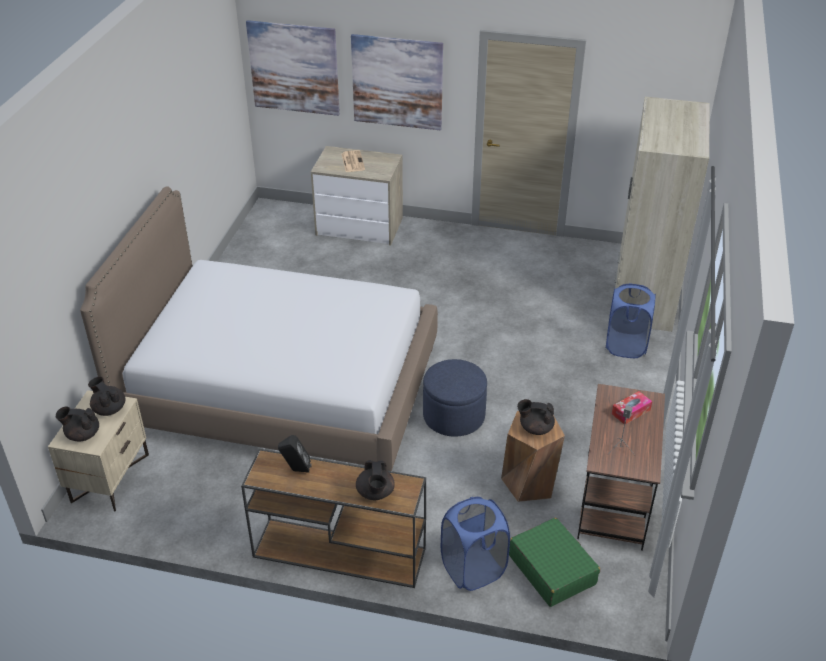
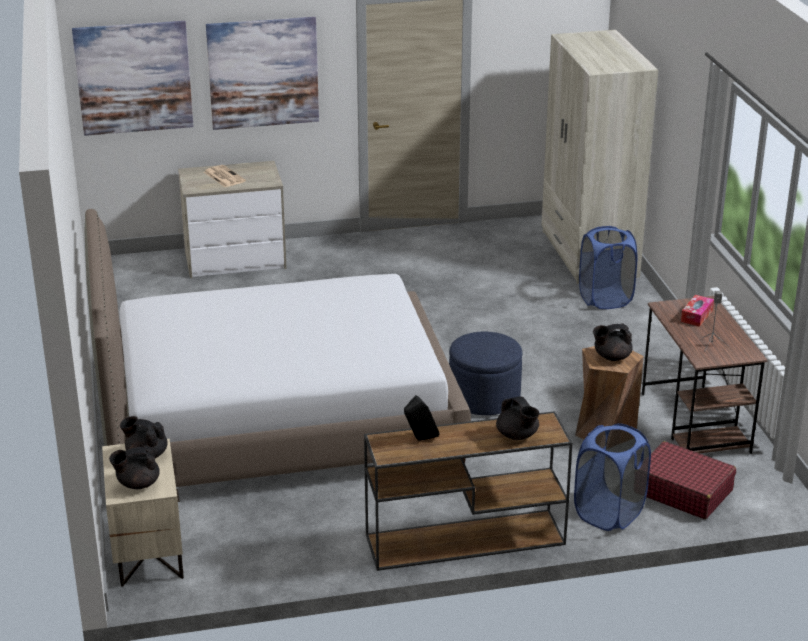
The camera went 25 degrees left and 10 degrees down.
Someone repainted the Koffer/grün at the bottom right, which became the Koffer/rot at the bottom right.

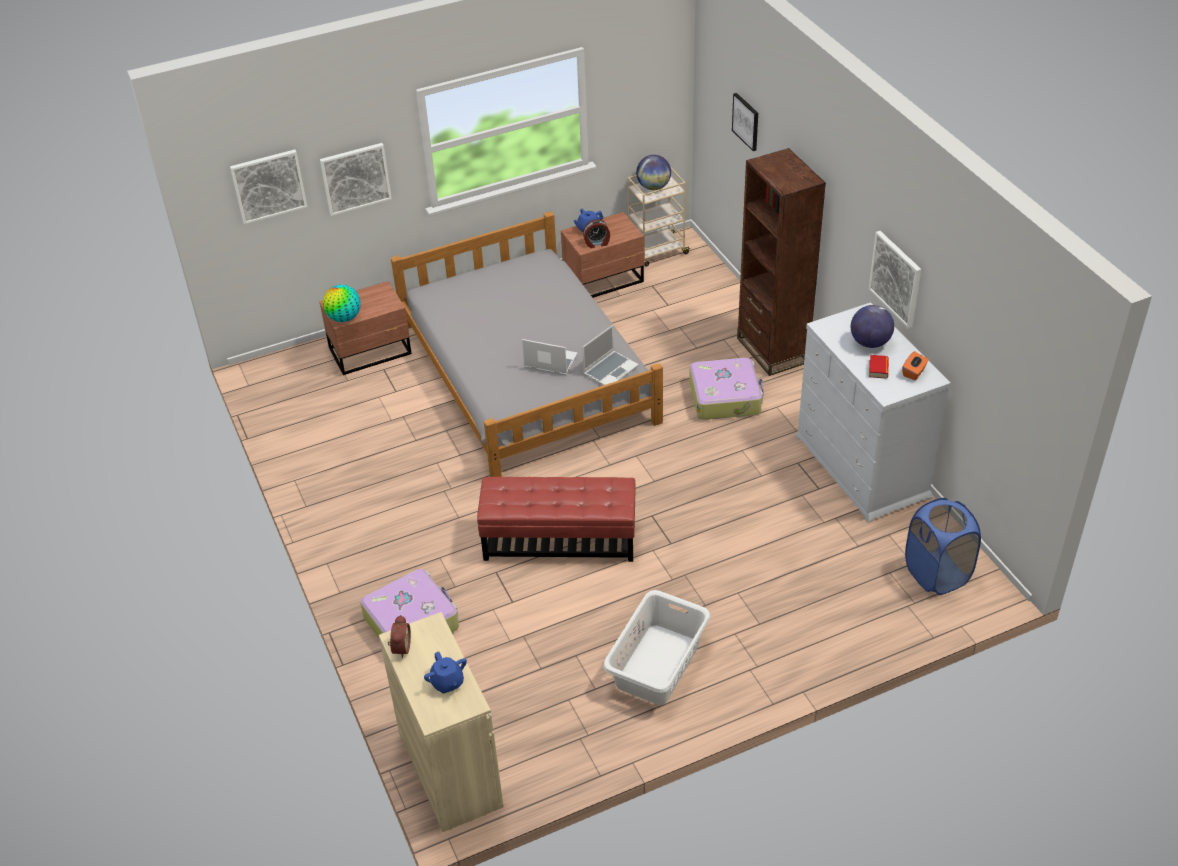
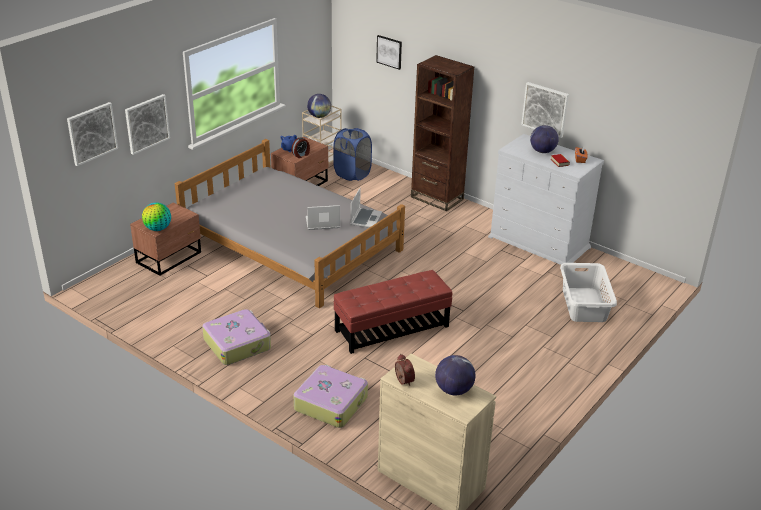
The camera went 30 degrees left and 10 degrees down.
Someone carried the Wäschekorb/weiß from the bottom centre to the middle right.
Someone carried the Koffer (2nd from left in the first image) from the centre to the middle left.
Someone carried the Wäschekorb/blau from the middle right to the top centre.
Someone swapped the Teekanne/blau (1st from left) at the bottom centre for the Globus (3rd from left) at the bottom centre.

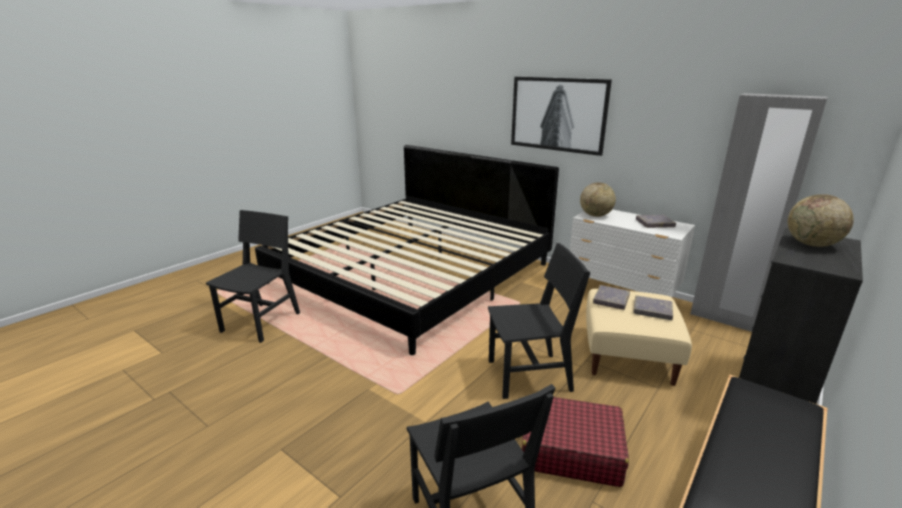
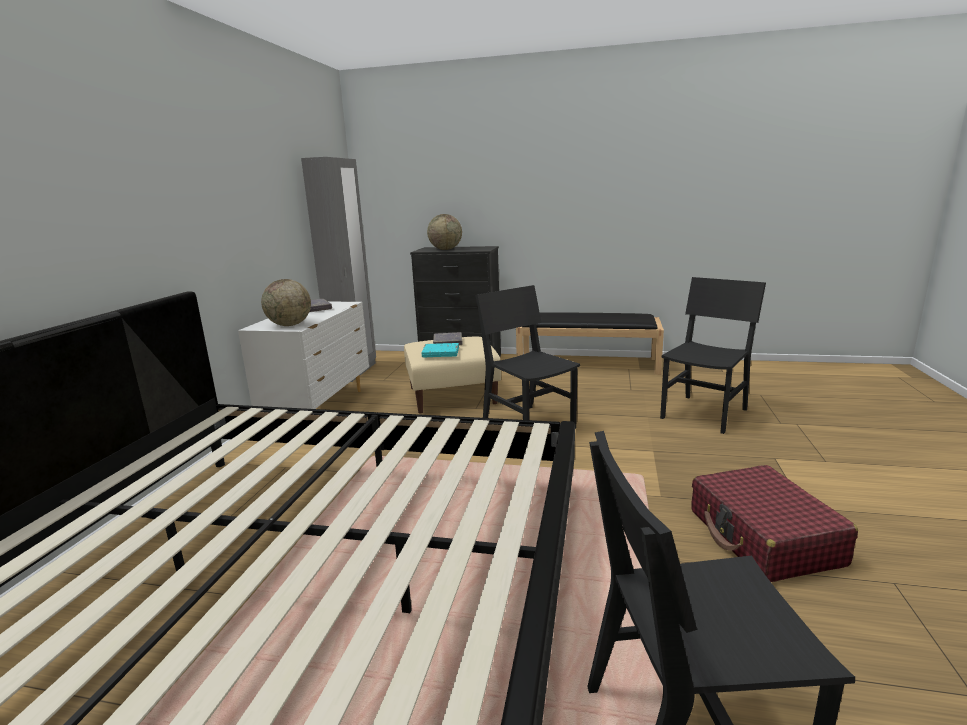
The camera went 115 degrees left and 5 degrees down.
Someone took away the Bild at the top centre.
Someone carried the Koffer/rot from the bottom centre to the bottom right.
Someone repainted the Buch/grau (1st from left) at the middle right, which became the Buch/türkis at the centre.

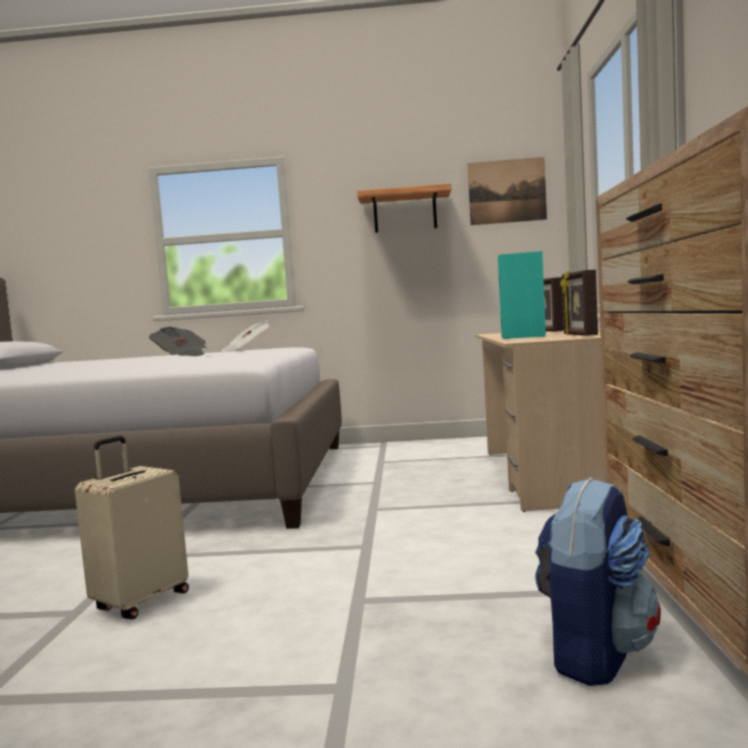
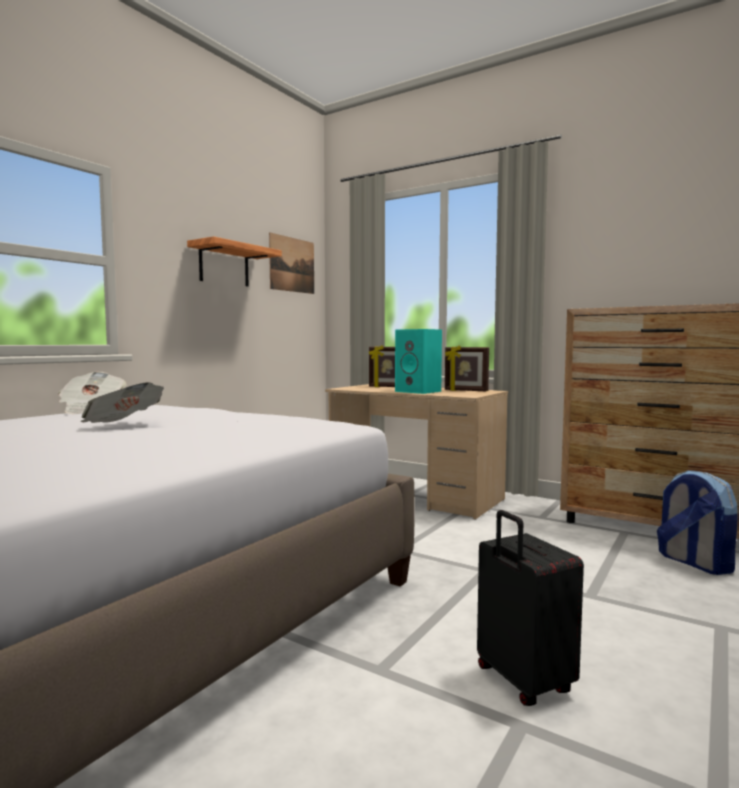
The camera went 60 degrees left and 0 degrees up.
Someone repainted the Koffer/beige at the bottom left, which became the Koffer/schwarz at the bottom right.

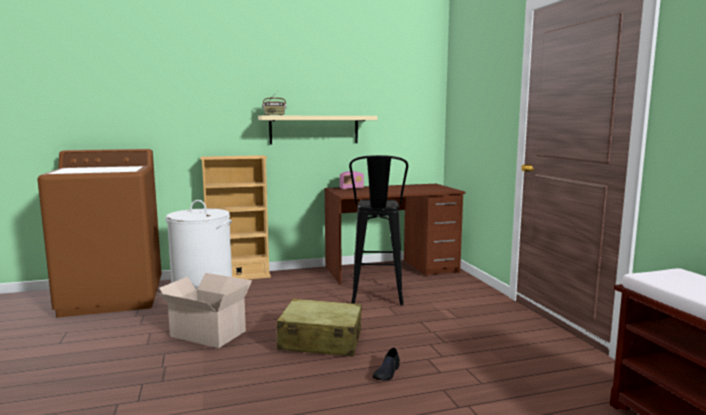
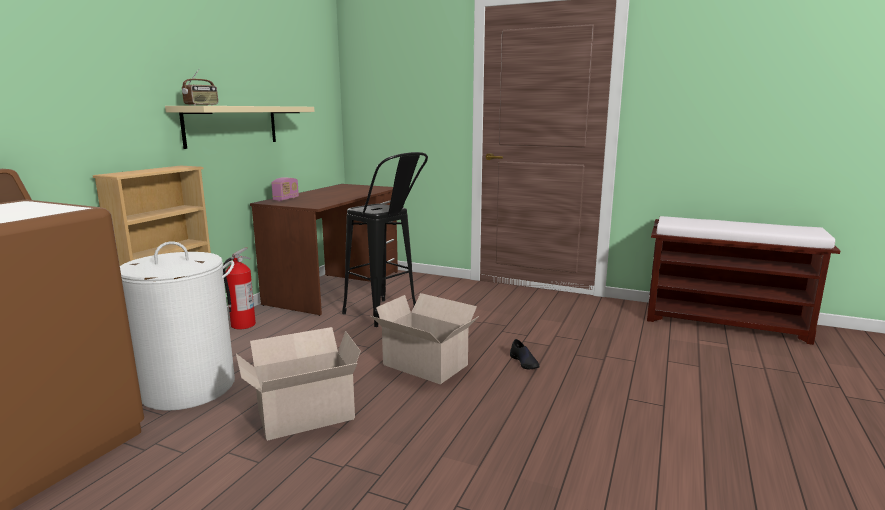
The camera went 50 degrees left and 5 degrees up.
Someone put down the Feuerlöscher at the middle left.
Someone swapped the Koffer/beige at the bottom centre for the Karton (2nd from left) at the centre.

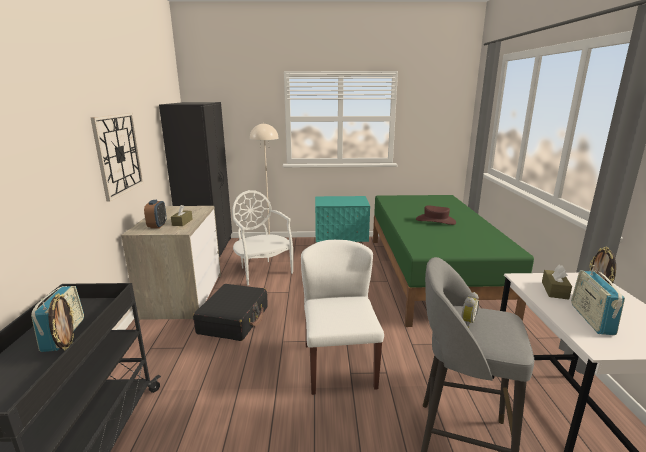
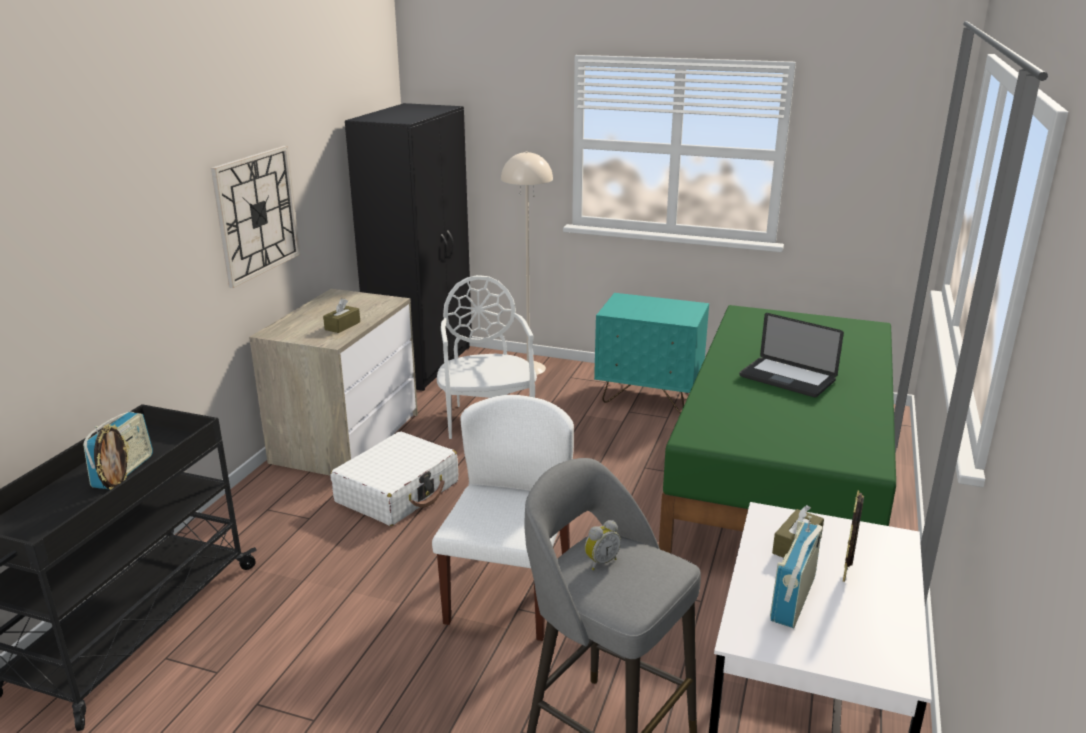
The camera went 20 degrees right and 5 degrees up.
Someone took away the Wecker (1st from left) at the middle left.
Someone swapped the Hut/braun at the middle right for the Laptop at the middle right.
Someone repainted the Koffer/schwarz at the bottom centre, which became the Koffer/weiß at the centre.

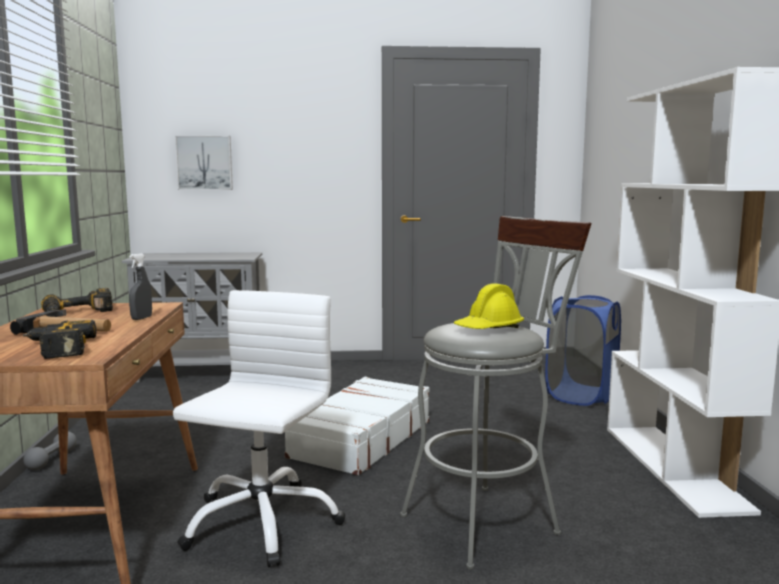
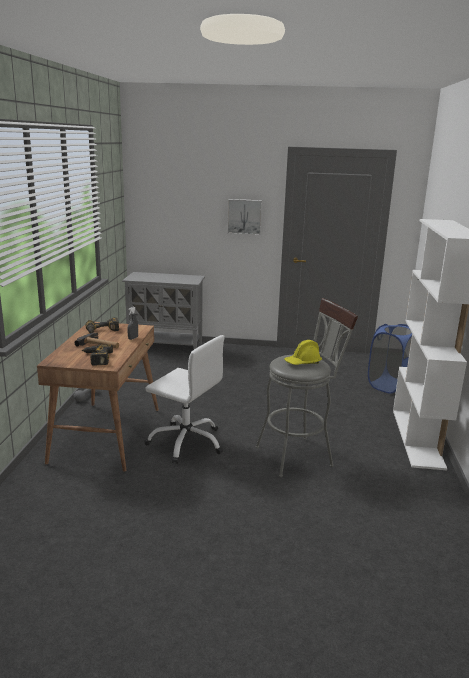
The camera went 10 degrees right and 10 degrees up.
Someone took away the Koffer/weiß at the bottom centre.
Someone carried the Bild from the top left to the top centre.
Someone rotated the Bürostuhl/weiß at the bottom left by 90 degrees clockwise.

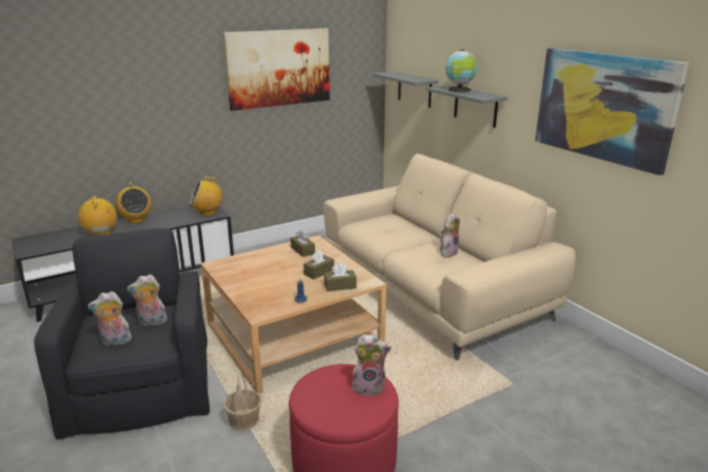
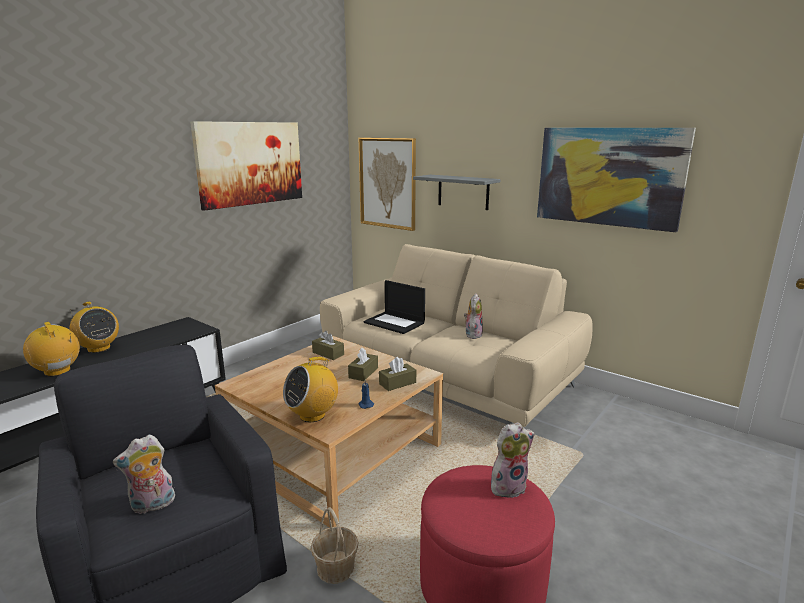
The camera went 20 degrees left and 5 degrees down.
Someone took away the Plüschtier (2nd from left) at the middle left.
Someone took away the Globus at the top centre.
Someone put down the Laptop at the centre.
Someone carried the Radio (3rd from left) from the middle left to the centre.
Someone swapped the Wandregal/grau (1st from left) at the top centre for the Bild (2nd from left) at the top centre.

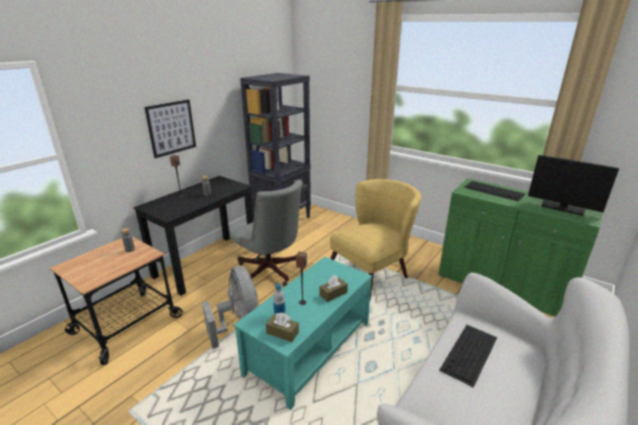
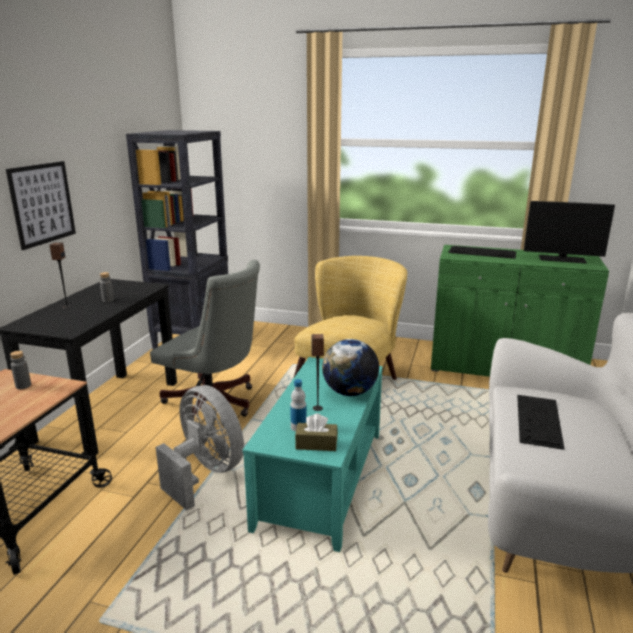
The camera went 20 degrees left and 5 degrees down.
Someone swapped the Taschentuchbox/braun (2nd from left) at the bottom centre for the Globus at the centre.

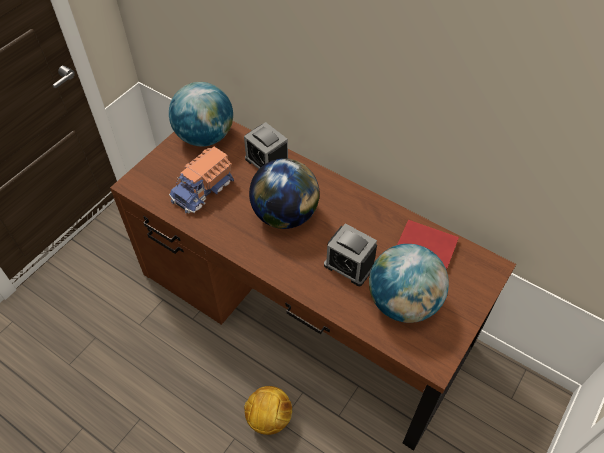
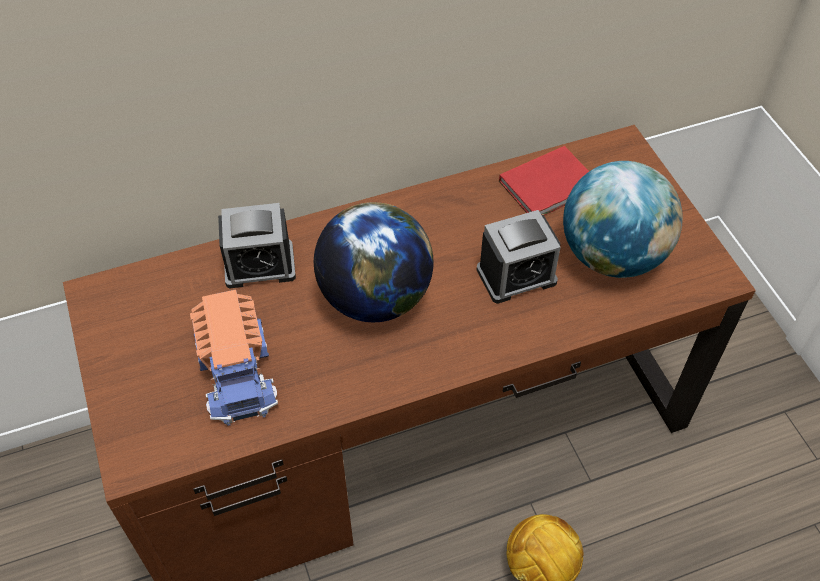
The camera went 55 degrees left and 0 degrees up.
Someone took away the Globus (1st from left) at the top left.

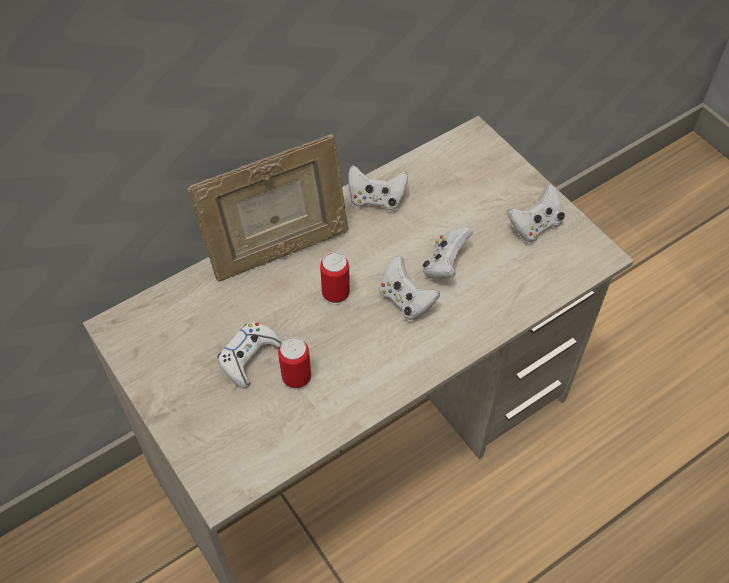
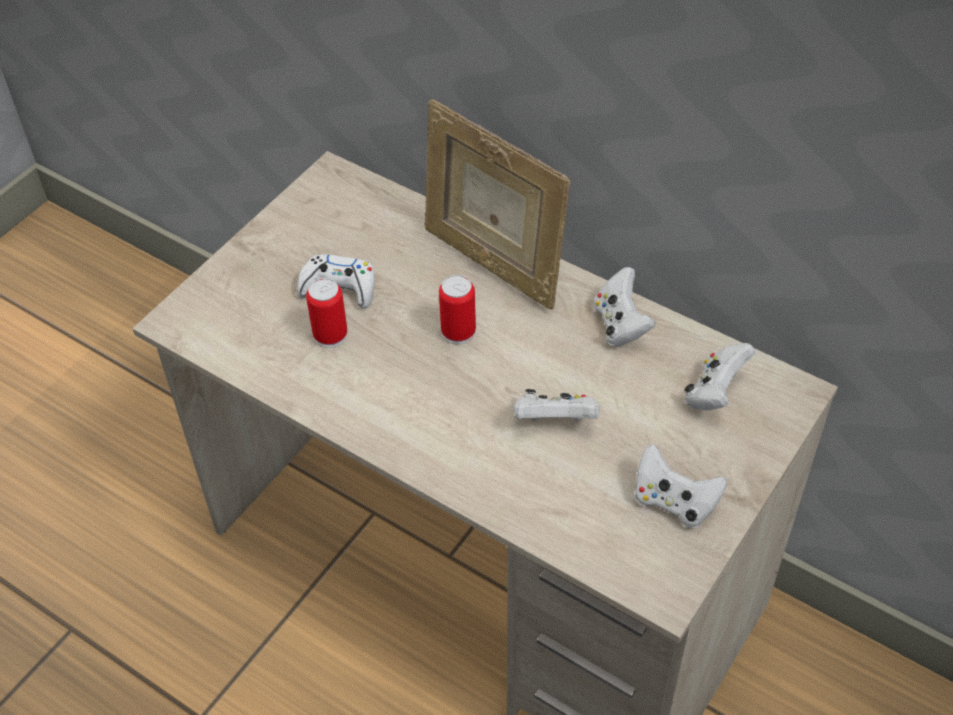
The camera went 70 degrees right and 5 degrees down.
Someone carried the Gamepad/weiß (3rd from left in the first image) from the centre to the middle right.

